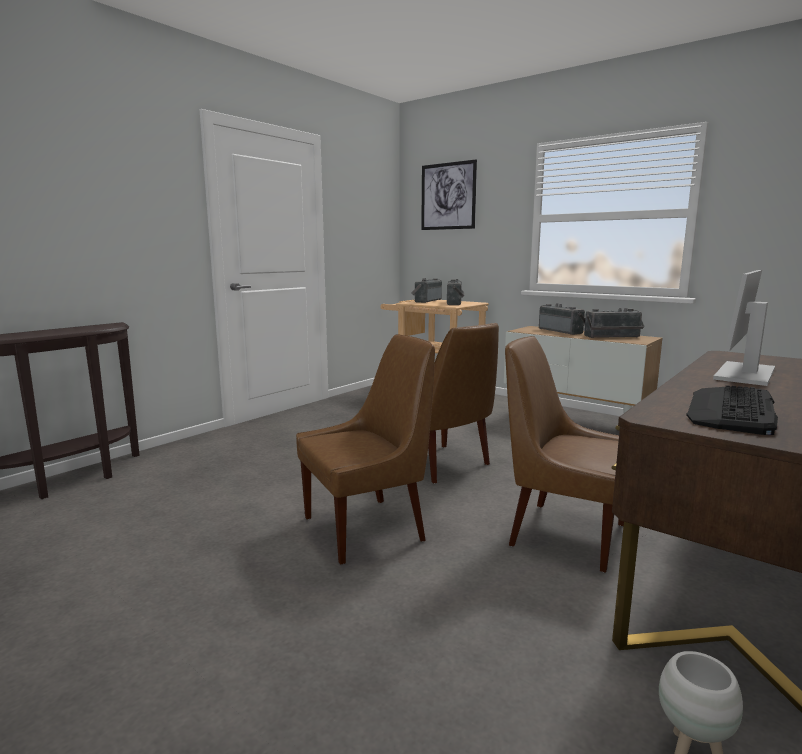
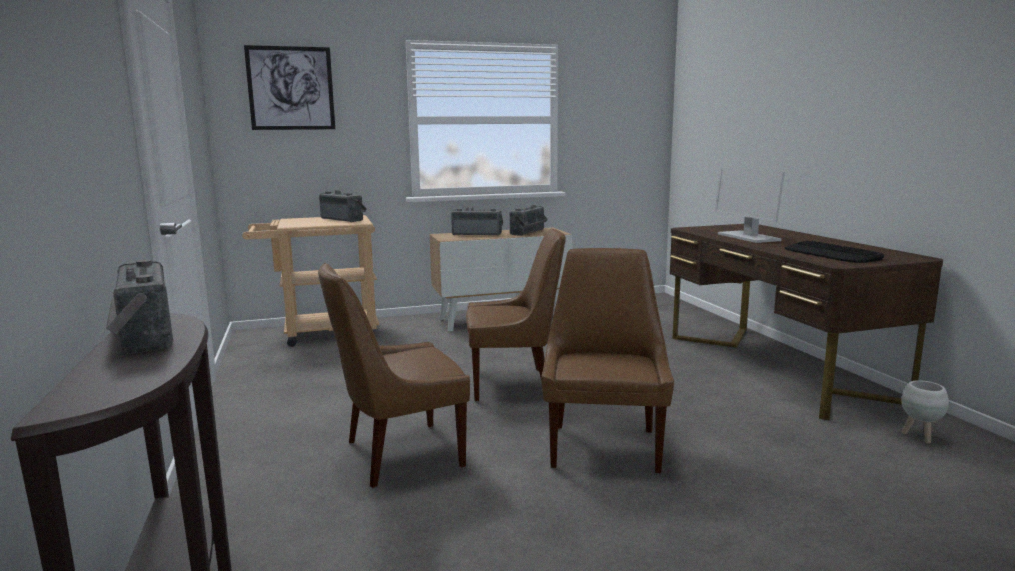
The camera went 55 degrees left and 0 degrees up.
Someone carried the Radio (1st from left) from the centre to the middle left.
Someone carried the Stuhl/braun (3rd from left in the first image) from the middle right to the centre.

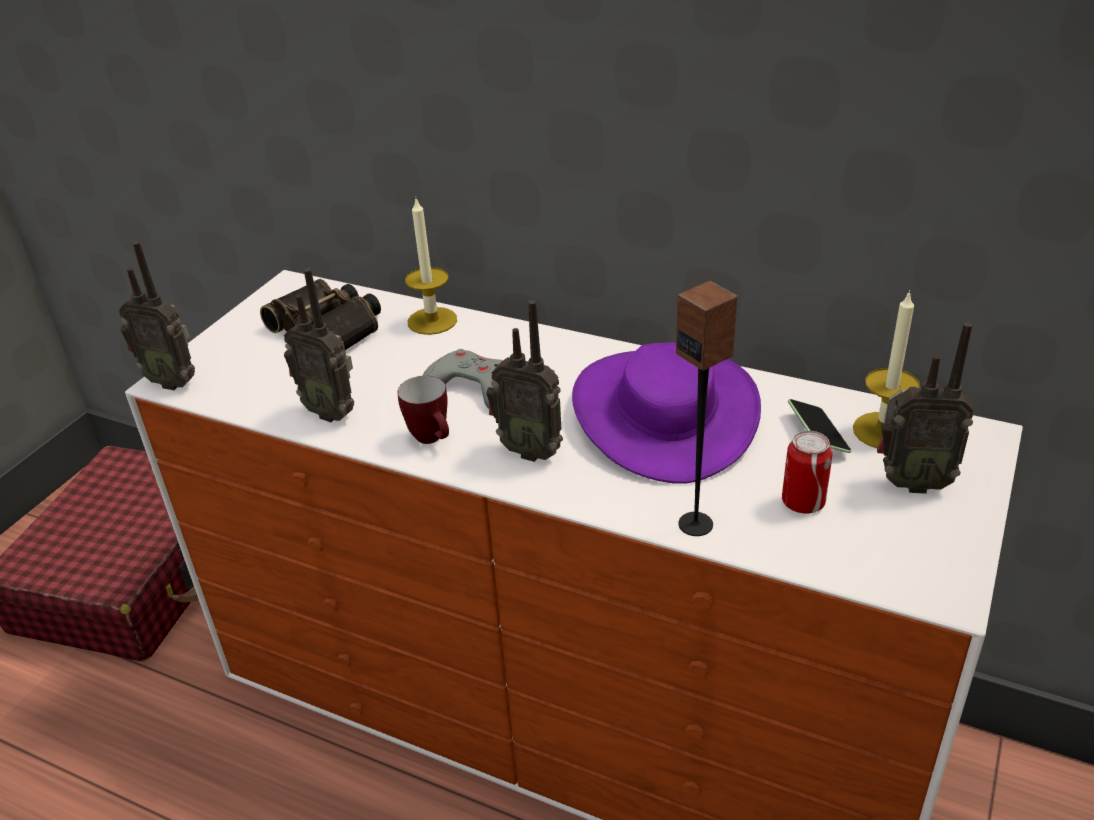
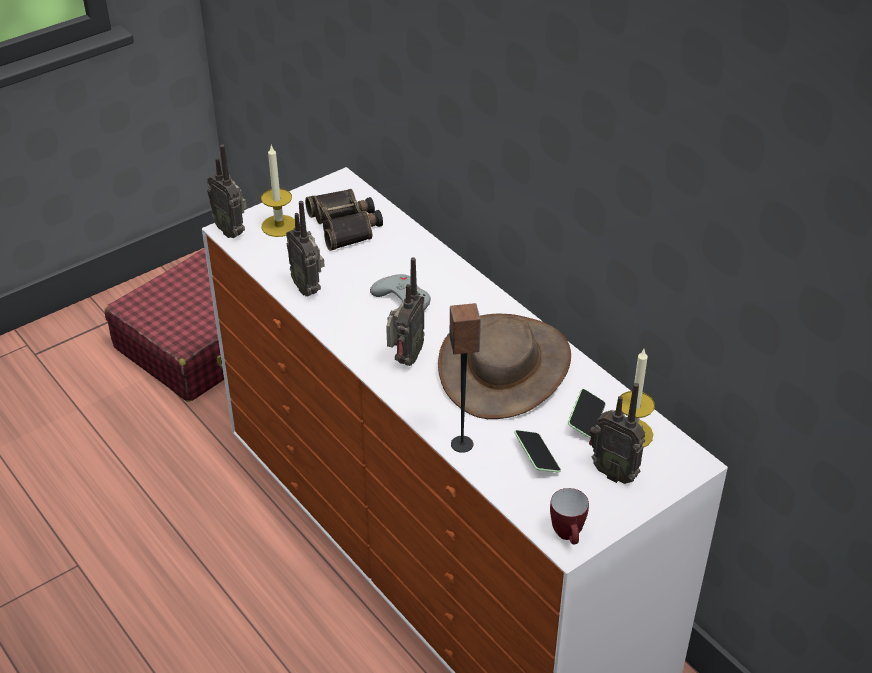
The camera went 25 degrees right and 5 degrees up.
Someone carried the Henkelbecher from the centre to the bottom centre.
Someone carried the Kerze (1st from left) from the top centre to the top left.
Someone swapped the Dose at the middle right for the Handy (1st from left) at the bottom centre.
Someone repainted the Hut/lila at the centre, which became the Hut/braun at the centre.
Someone rotated the Radio (3rd from left) at the centre by 120 degrees counterclockwise.

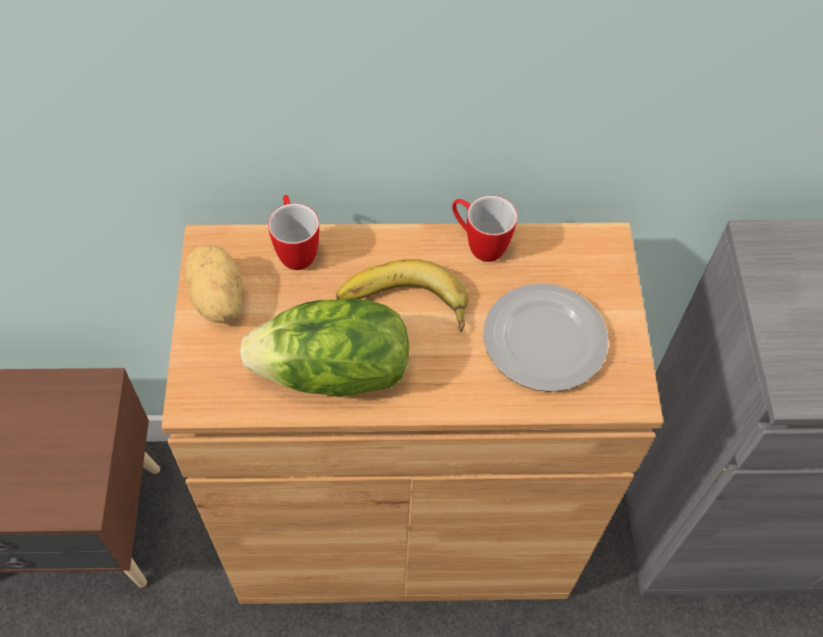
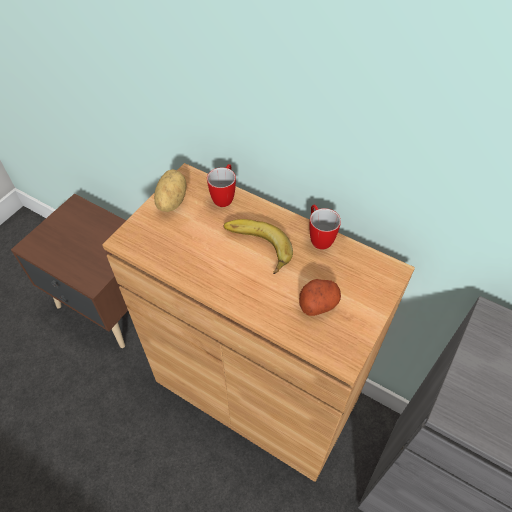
The camera went 35 degrees right and 5 degrees down.
Someone took away the Salatkopf at the centre.
Someone swapped the Teller at the centre for the Kartoffel (2nd from left) at the centre.

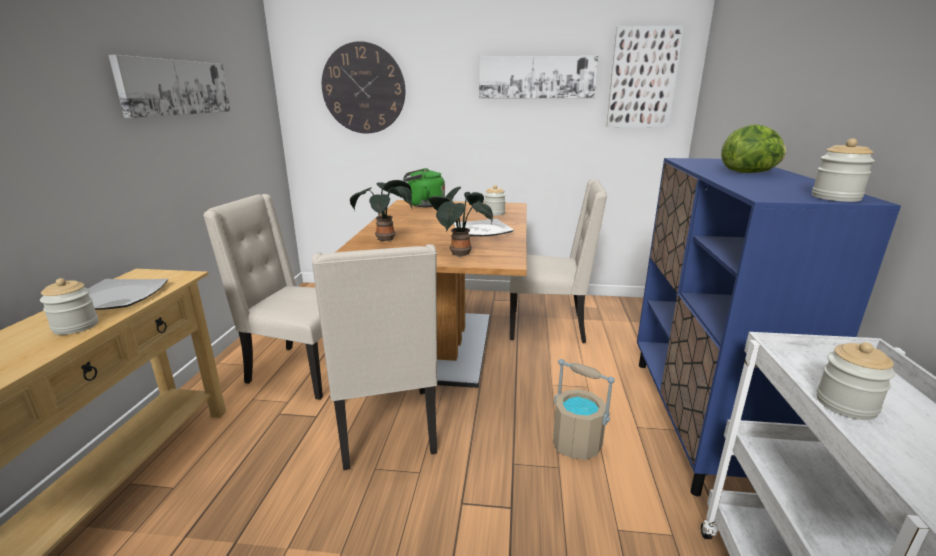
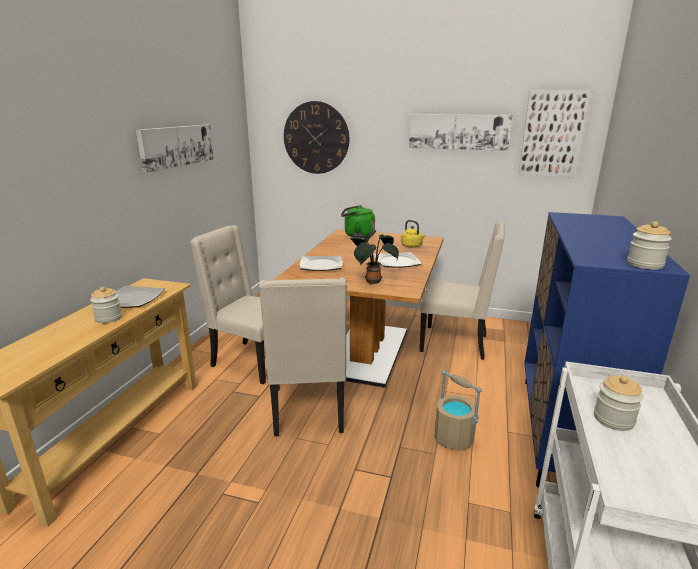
The camera went 10 degrees right and 0 degrees up.
Someone took away the Salatkopf at the top right.
Someone swapped the Topfpflanze (1st from left) at the centre for the Teller (2nd from left) at the centre.
Someone swapped the Vorratsglas (2nd from left) at the centre for the Wasserkessel/gelb at the centre.

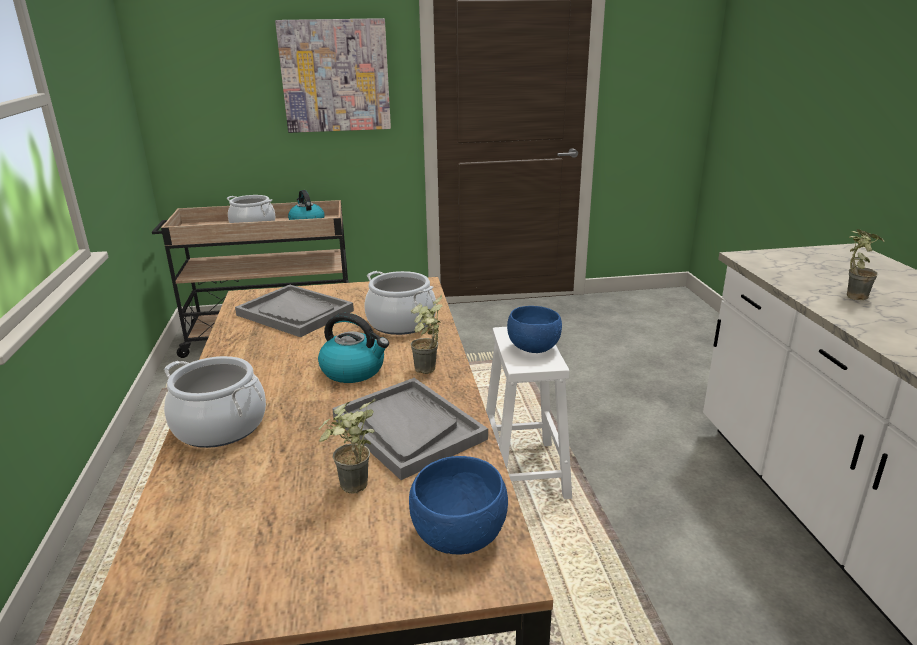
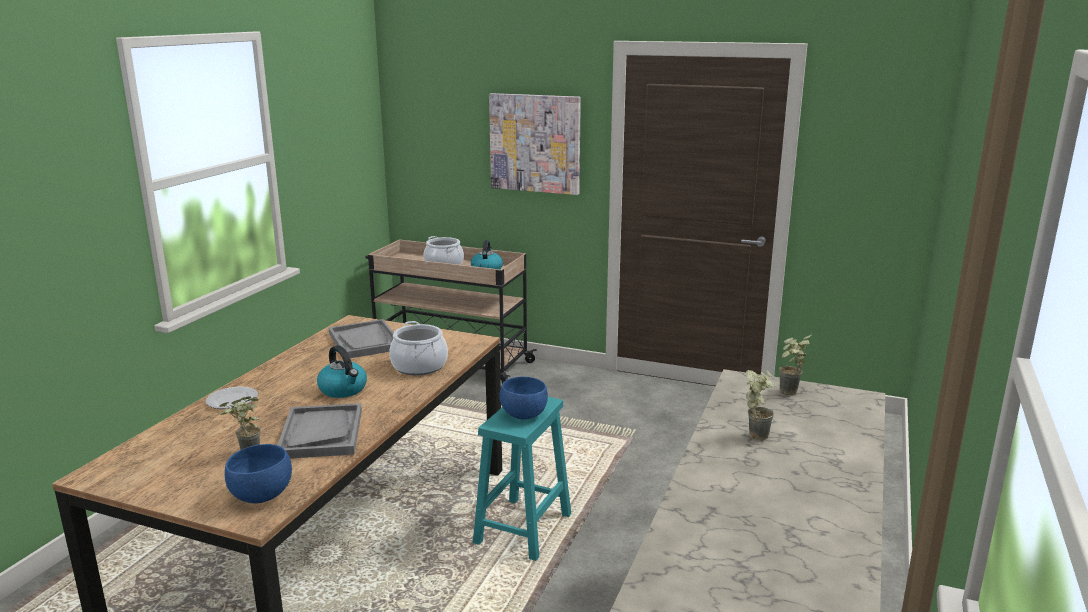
The camera went 30 degrees right and 5 degrees down.
Someone carried the Topfpflanze (2nd from left in the first image) from the centre to the middle right.
Someone swapped the Kochtopf (1st from left) at the middle left for the Teller at the middle left.
Someone repainted the Hocker/weiß at the centre, which became the Hocker/türkis at the bottom centre.

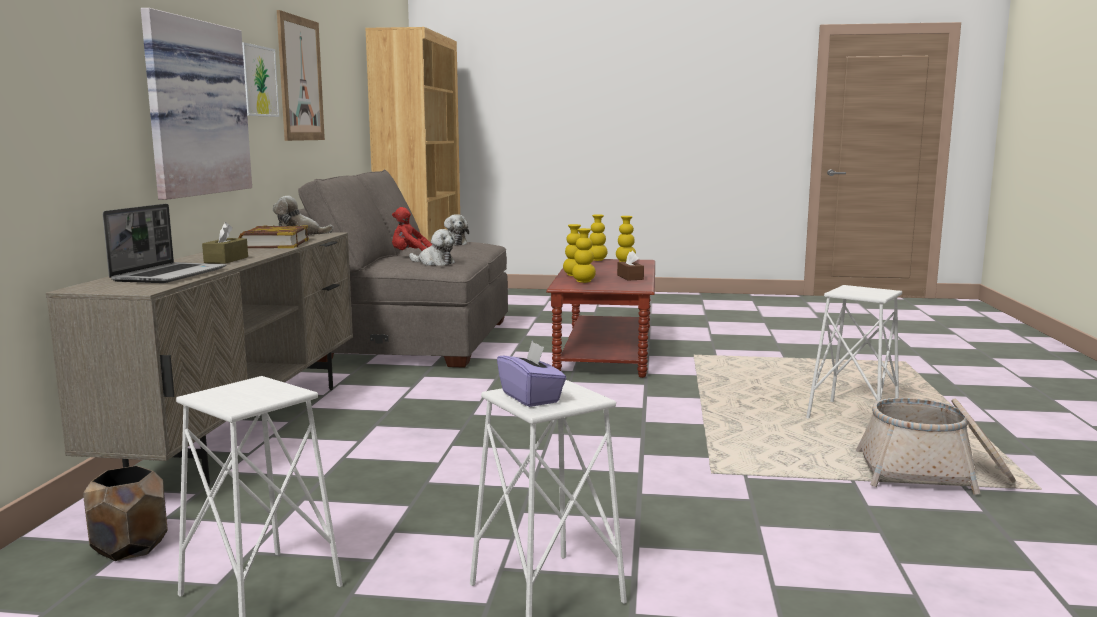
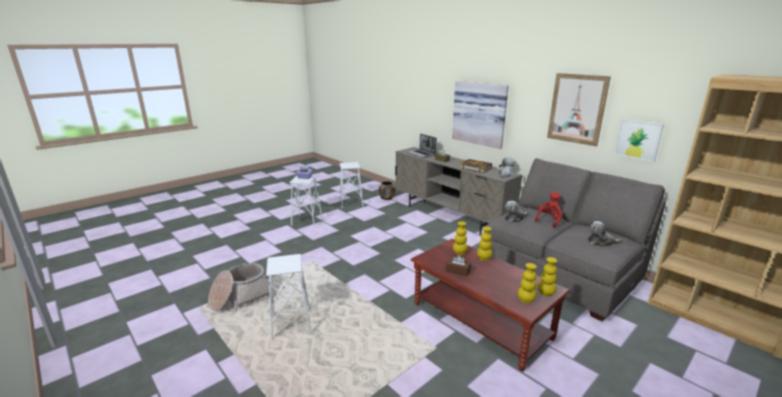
The camera went 130 degrees right and 10 degrees up.
Someone carried the Bild (2nd from left in the first image) from the top left to the middle right.

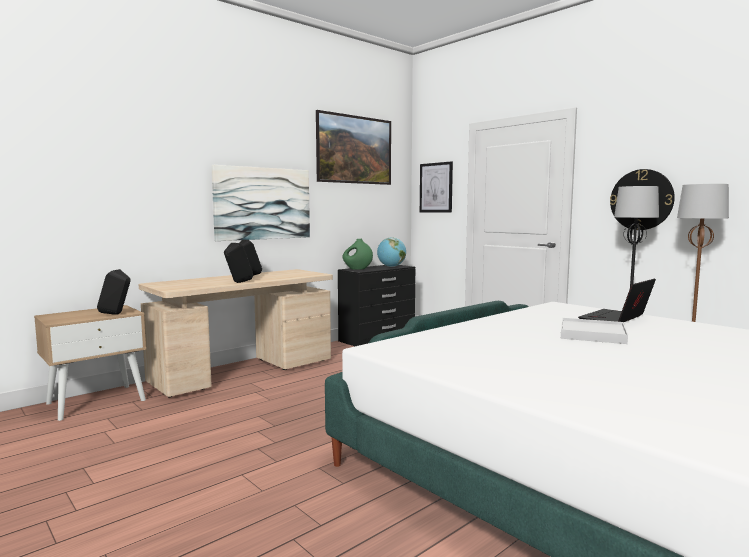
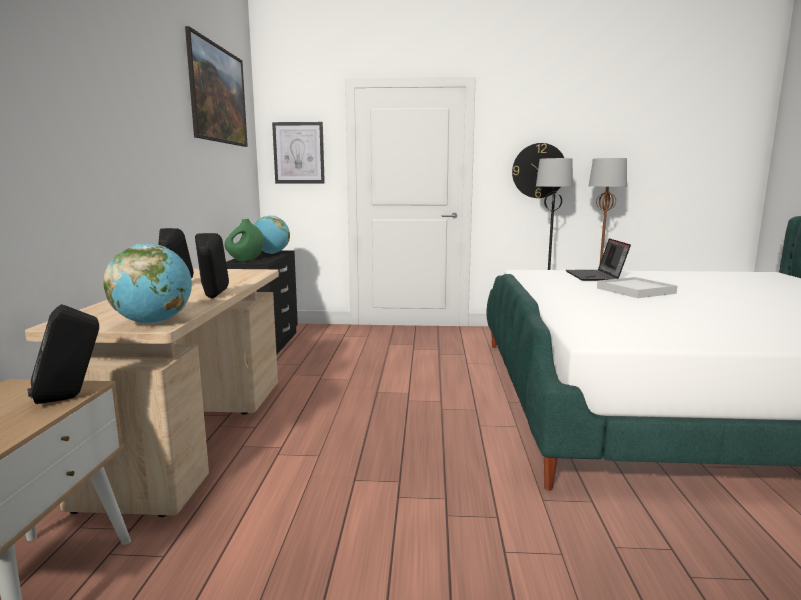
The camera went 45 degrees left and 5 degrees up.
Someone took away the Bild (1st from left) at the centre.
Someone put down the Globus (1st from left) at the middle left.

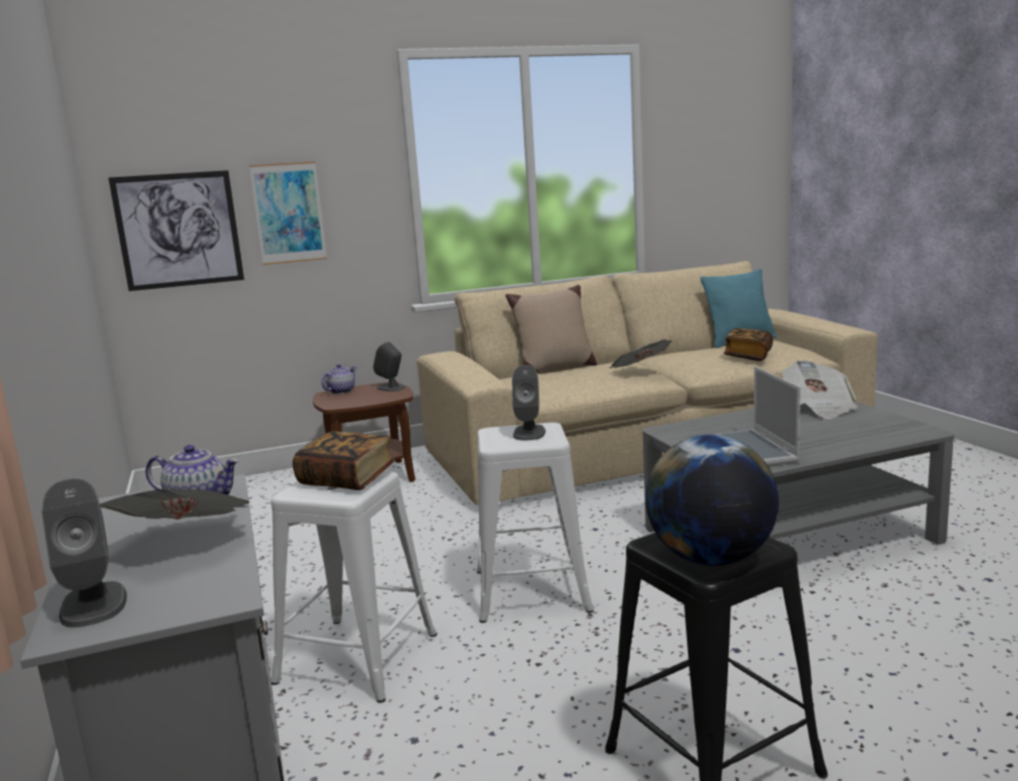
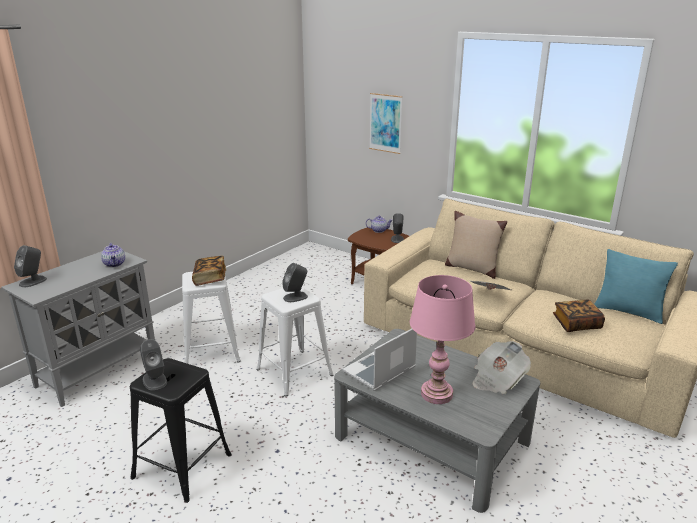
The camera went 55 degrees right and 10 degrees up.
Someone took away the Zeitung (1st from left) at the middle left.
Someone took away the Bild (1st from left) at the top left.
Someone put down the Tischlampe/rosa at the centre.
Someone swapped the Globus at the middle right for the Lautsprecher/grau (2nd from left) at the bottom left.

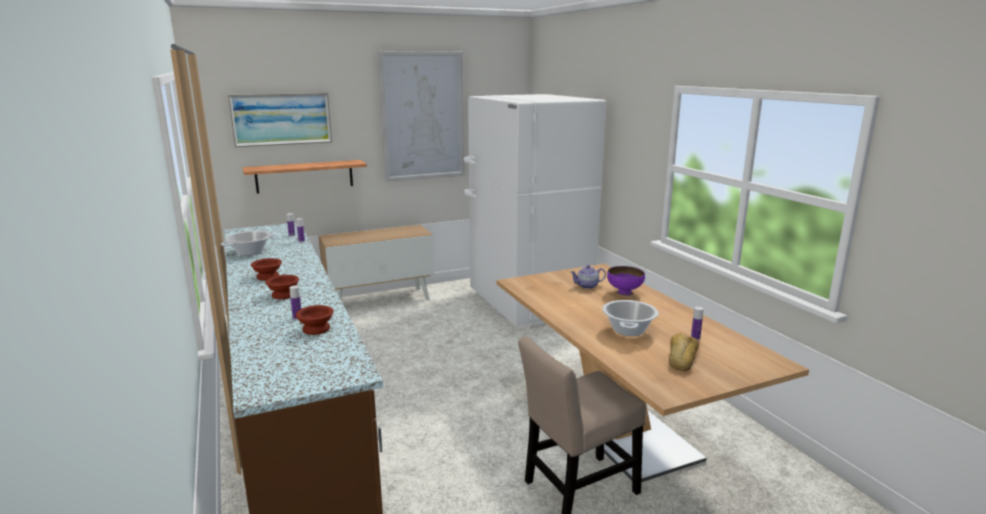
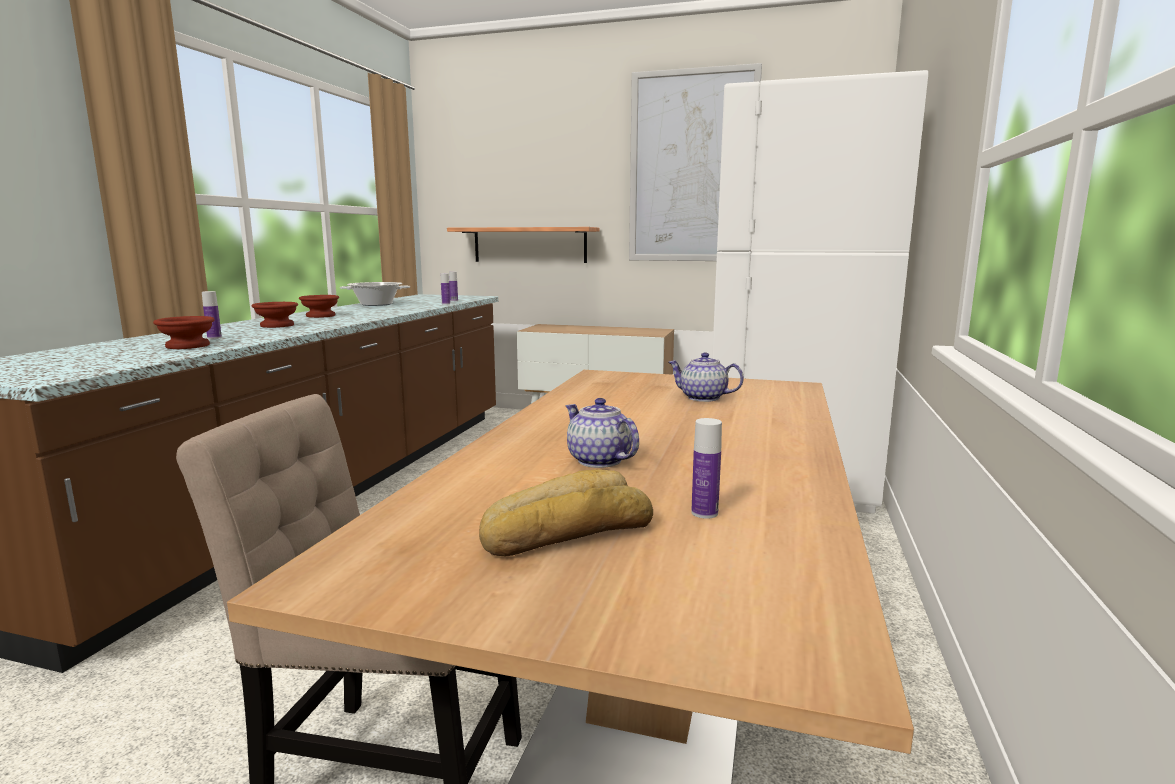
The camera went 40 degrees right and 5 degrees down.
Someone took away the Bild (1st from left) at the top left.
Someone took away the Schüssel/lila at the centre.
Someone swapped the Kochtopf (2nd from left) at the centre for the Teekanne (1st from left) at the centre.

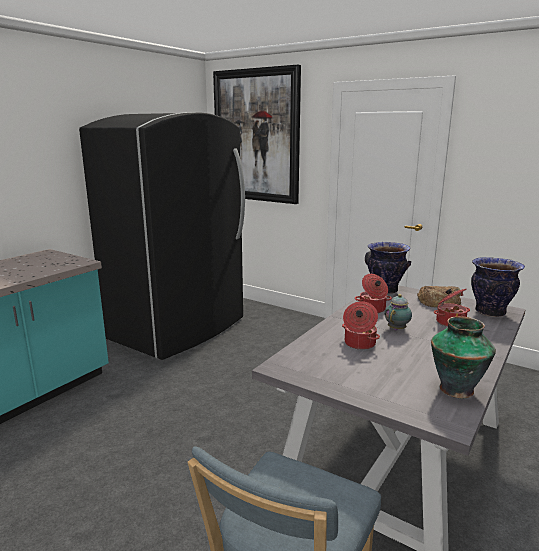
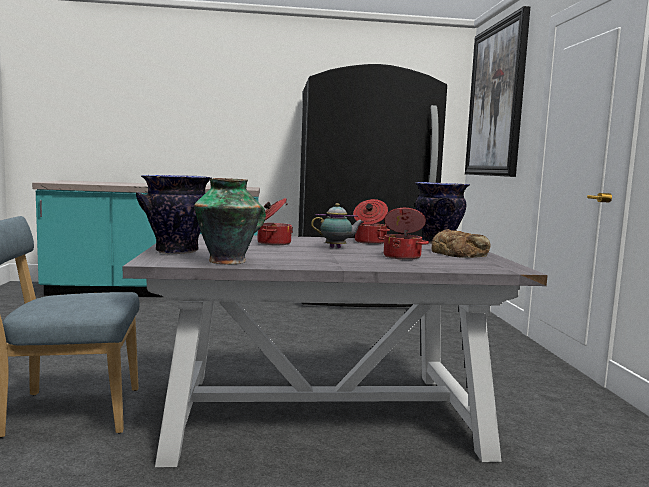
The camera went 50 degrees right and 10 degrees down.
Someone carried the Vase (3rd from left in the first image) from the middle right to the middle left.

